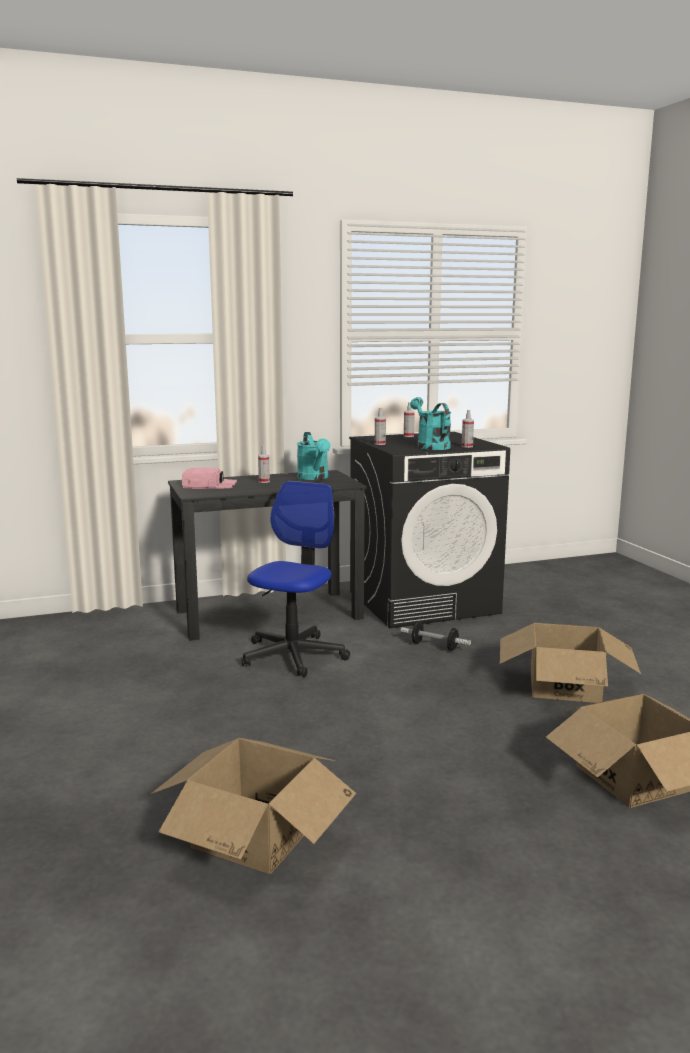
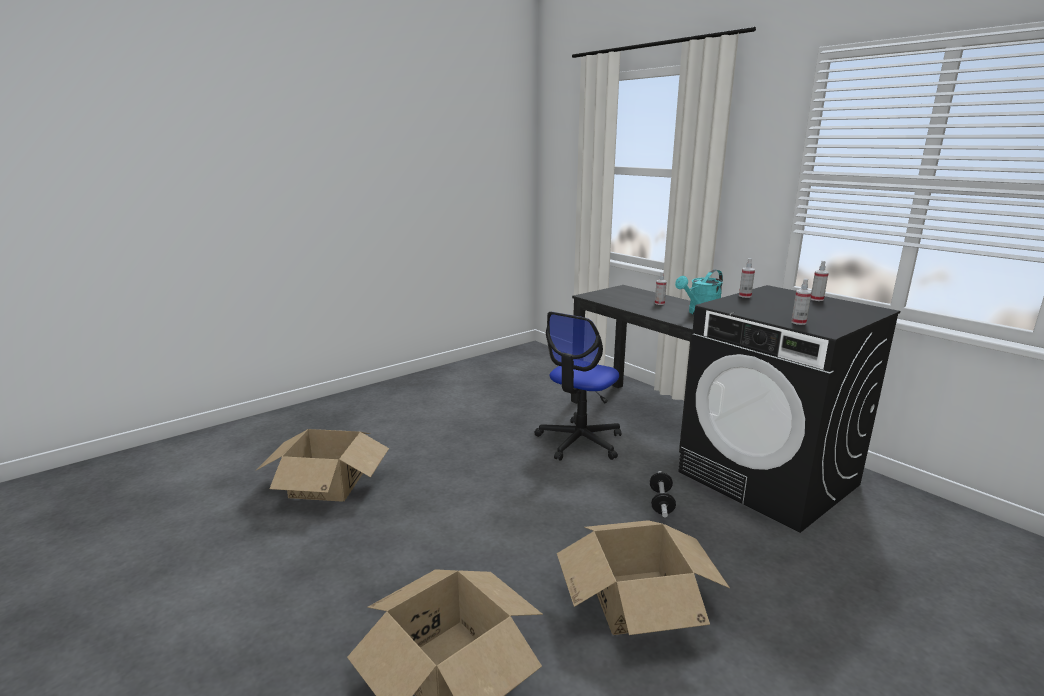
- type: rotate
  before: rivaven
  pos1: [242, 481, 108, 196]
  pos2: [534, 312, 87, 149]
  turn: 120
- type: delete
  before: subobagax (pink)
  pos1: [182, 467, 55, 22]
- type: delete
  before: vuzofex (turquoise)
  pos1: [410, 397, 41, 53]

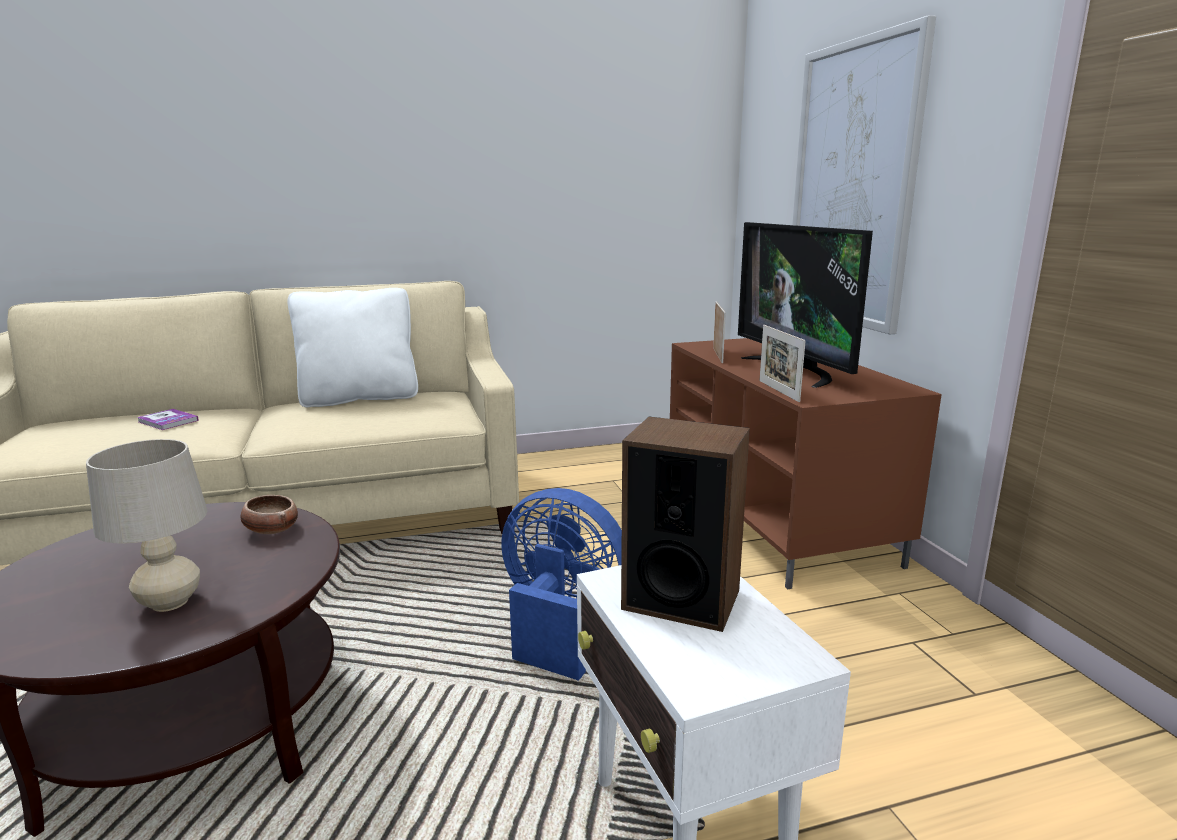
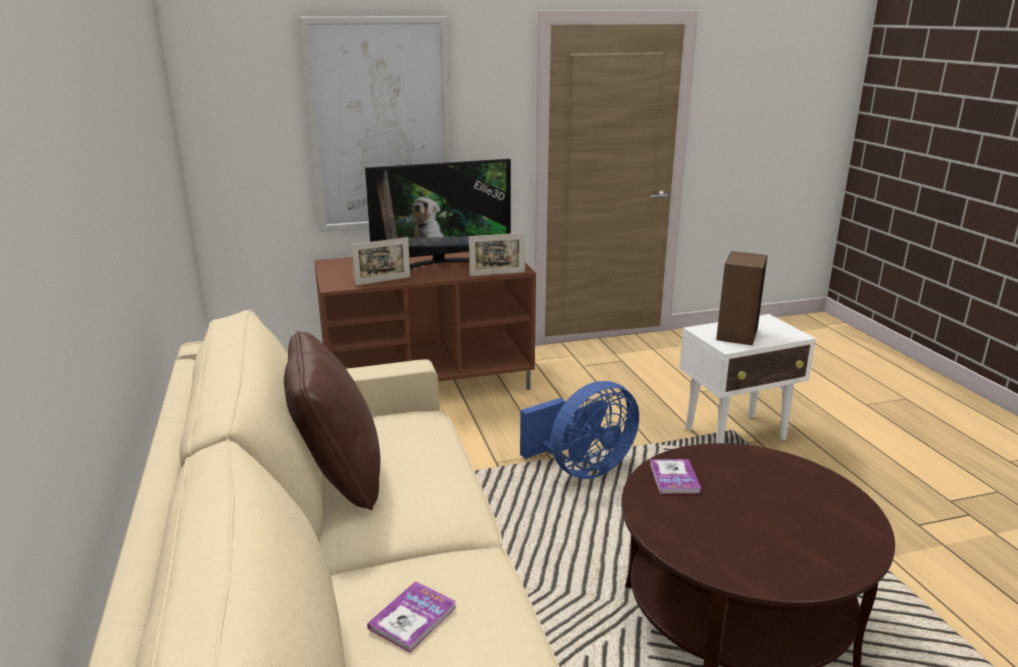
- type: recolor
  before: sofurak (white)
  after: sofurak (brown)
  pos1: [287, 288, 131, 119]
  pos2: [284, 331, 96, 179]
- type: rotate
  before: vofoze
  pos1: [713, 301, 13, 62]
  pos2: [351, 237, 59, 49]
  turn: 150
- type: rotate
  before: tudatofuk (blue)
  pos1: [501, 488, 121, 193]
  pos2: [520, 381, 119, 98]
  turn: -150
- type: replace
  before: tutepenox
  after: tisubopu
  pos1: [240, 495, 58, 39]
  pos2: [650, 459, 52, 35]
- type: delete
  before: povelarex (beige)
  pos1: [86, 439, 121, 173]

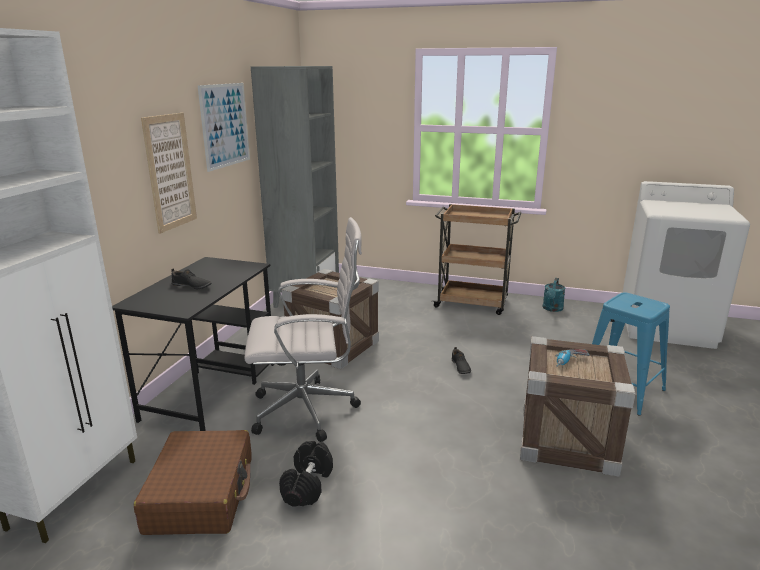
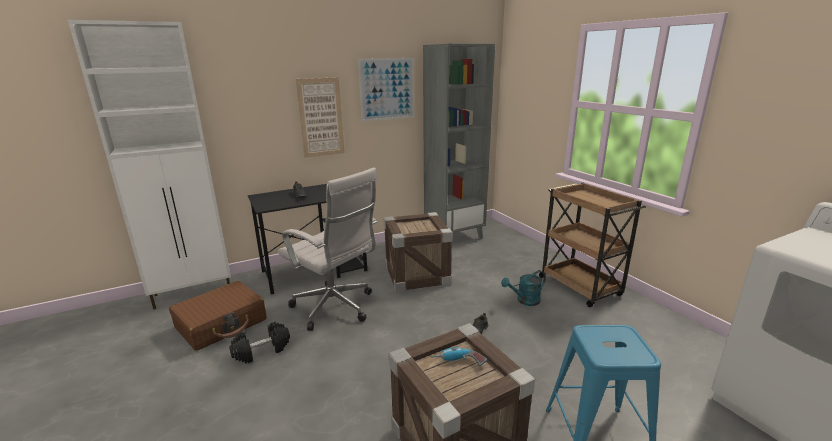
- type: move
  before: vuzofex (turquoise)
  pos1: [542, 278, 23, 34]
  pos2: [501, 271, 45, 35]

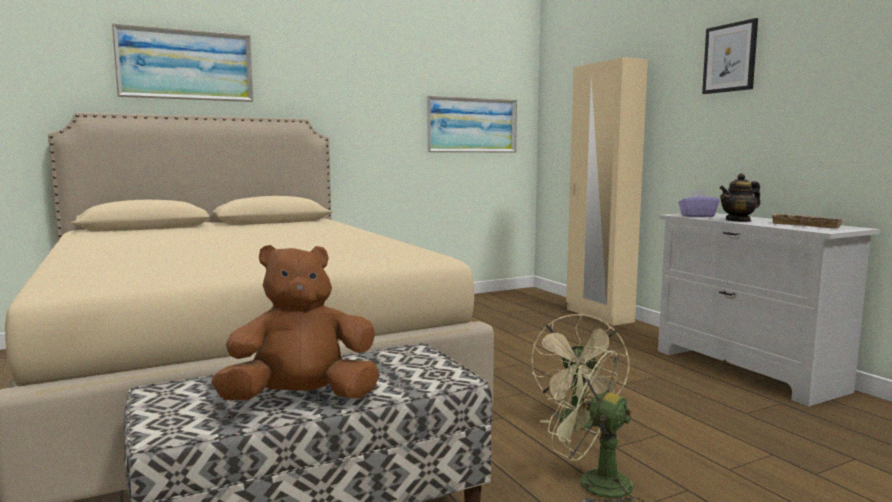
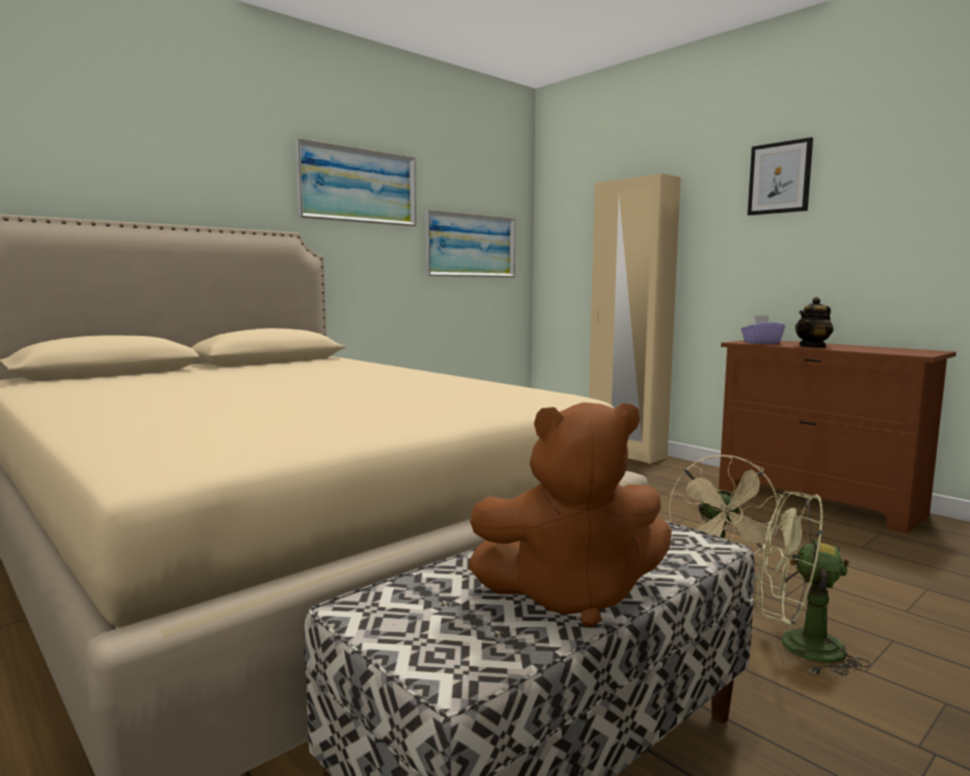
- type: move
  before: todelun
  pos1: [112, 23, 141, 79]
  pos2: [295, 138, 121, 88]
- type: rotate
  before: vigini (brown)
  pos1: [211, 245, 168, 155]
  pos2: [468, 402, 204, 226]
  turn: -150
- type: recolor
  before: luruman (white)
  after: luruman (brown)
  pos1: [658, 213, 222, 193]
  pos2: [719, 340, 237, 194]
- type: delete
  before: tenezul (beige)
  pos1: [770, 213, 75, 15]

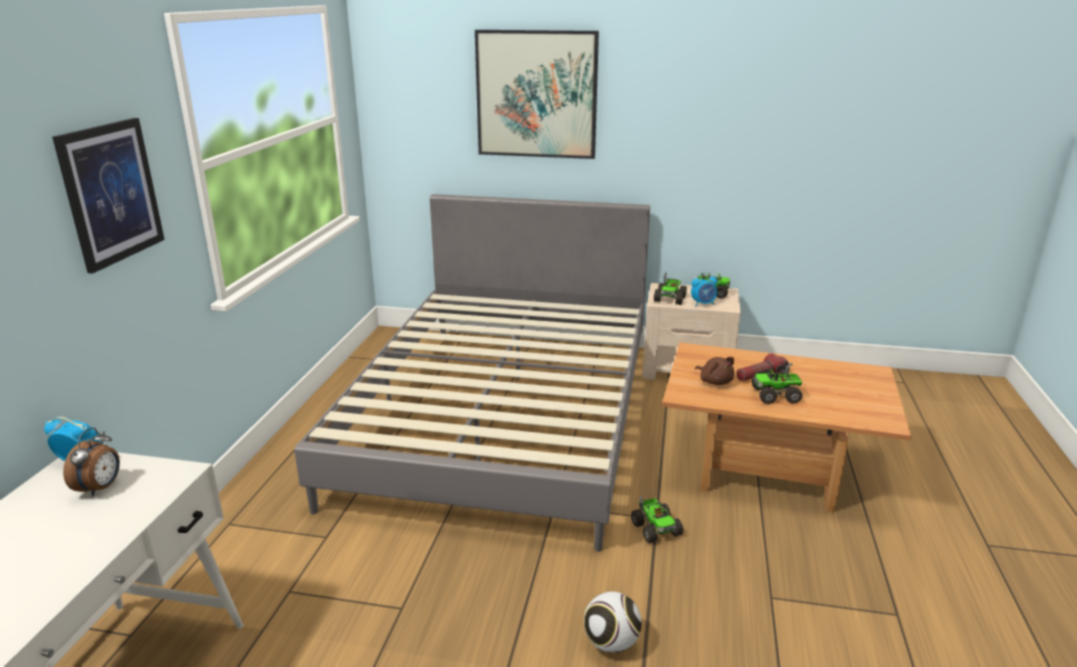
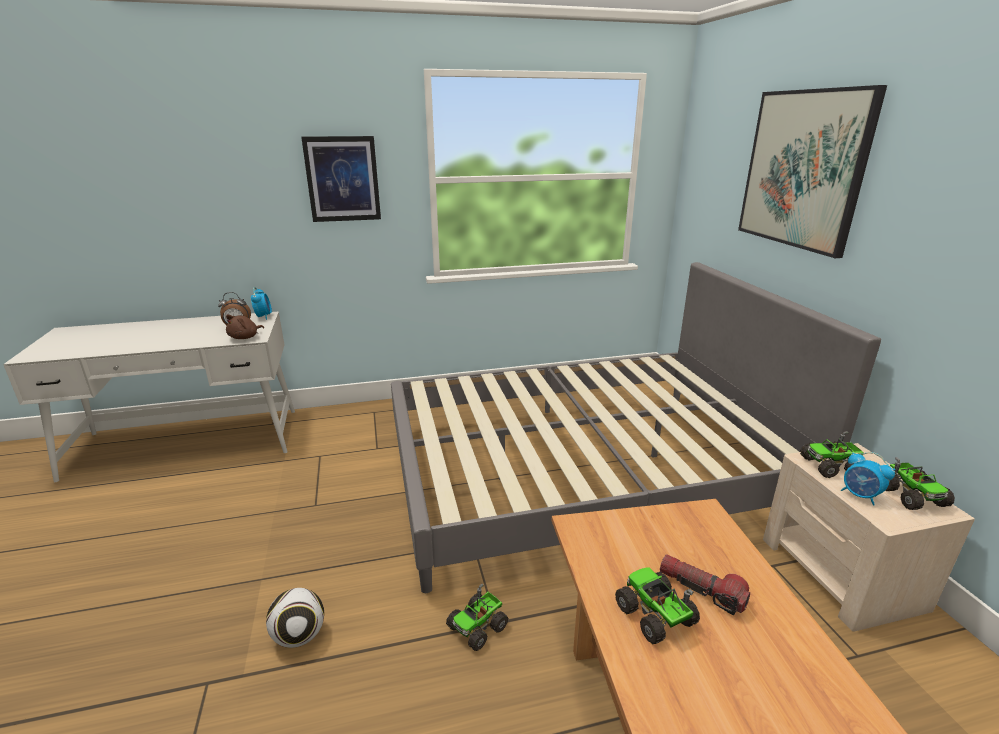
- type: move
  before: vigini (brown)
  pos1: [695, 357, 39, 28]
  pos2: [226, 314, 38, 25]

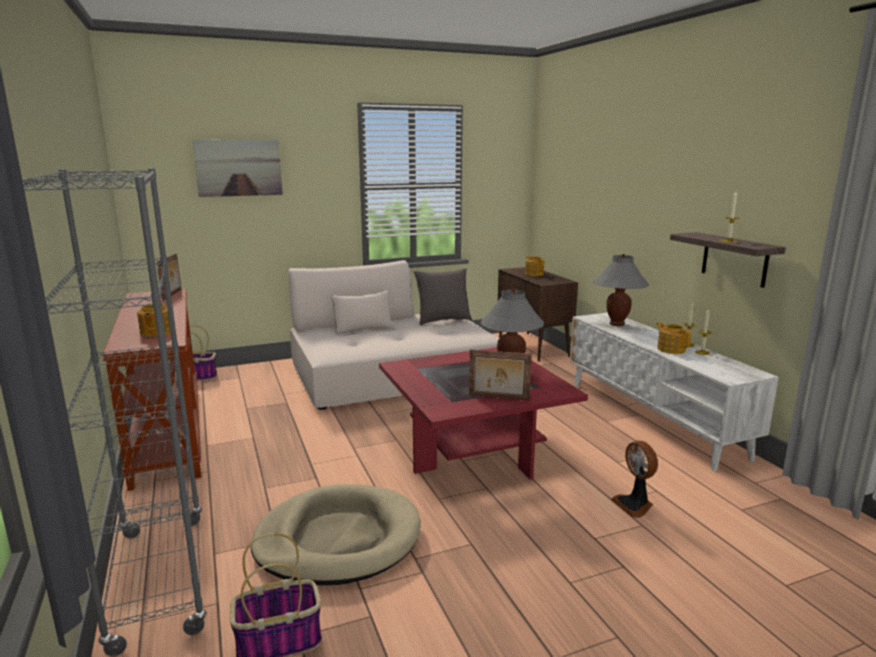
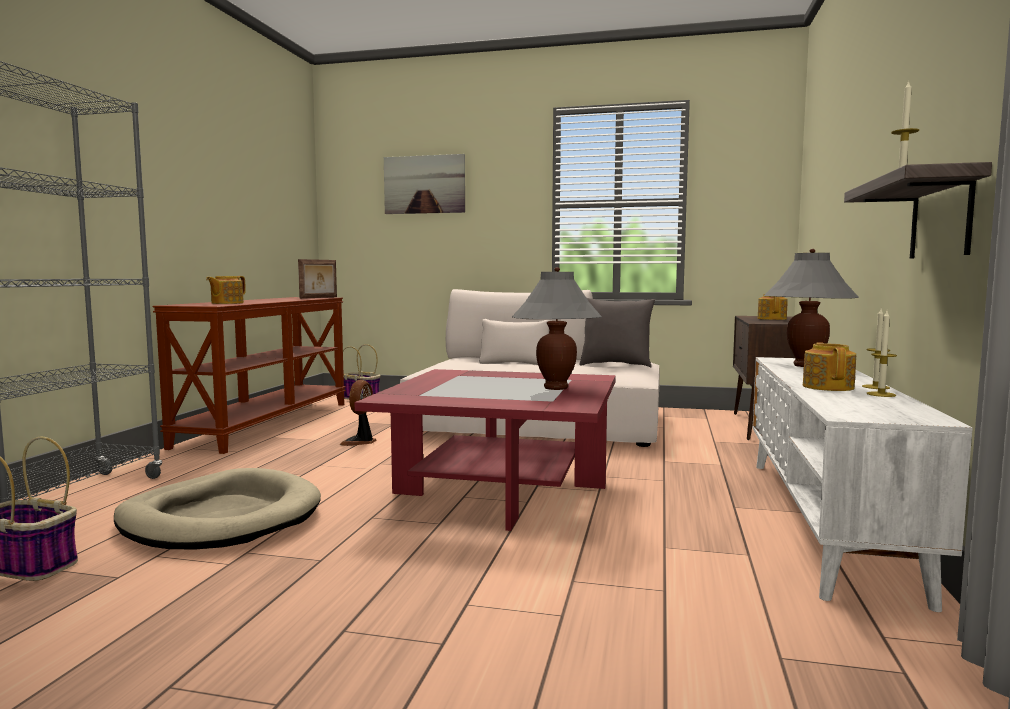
- type: move
  before: tudatofuk
  pos1: [611, 440, 47, 78]
  pos2: [340, 380, 37, 66]
- type: delete
  before: vofoze
  pos1: [469, 349, 63, 51]

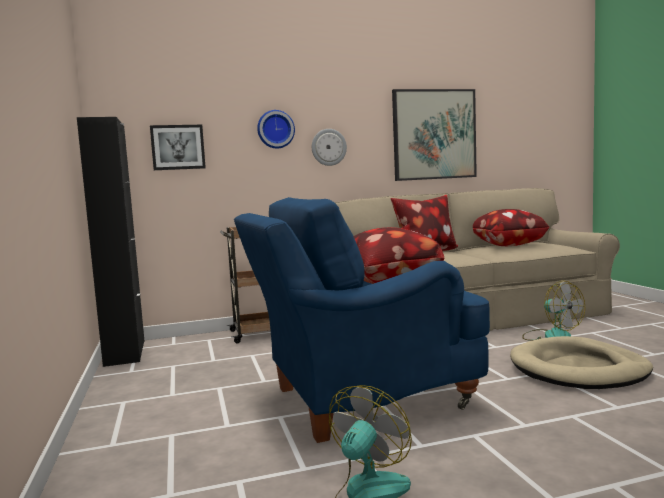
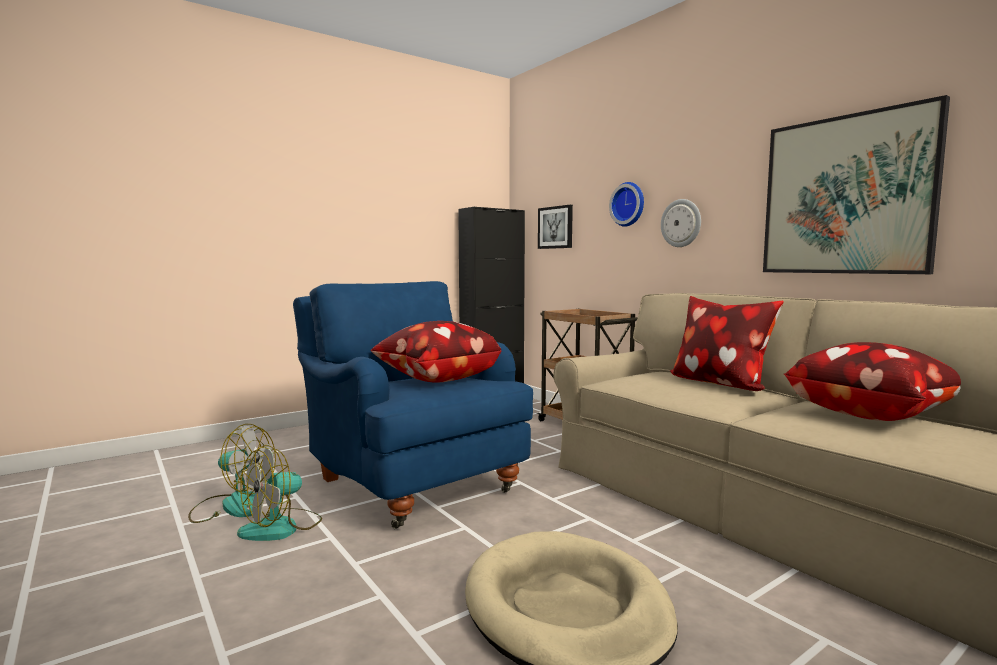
- type: move
  before: tudatofuk
  pos1: [522, 281, 63, 59]
  pos2: [237, 445, 85, 96]

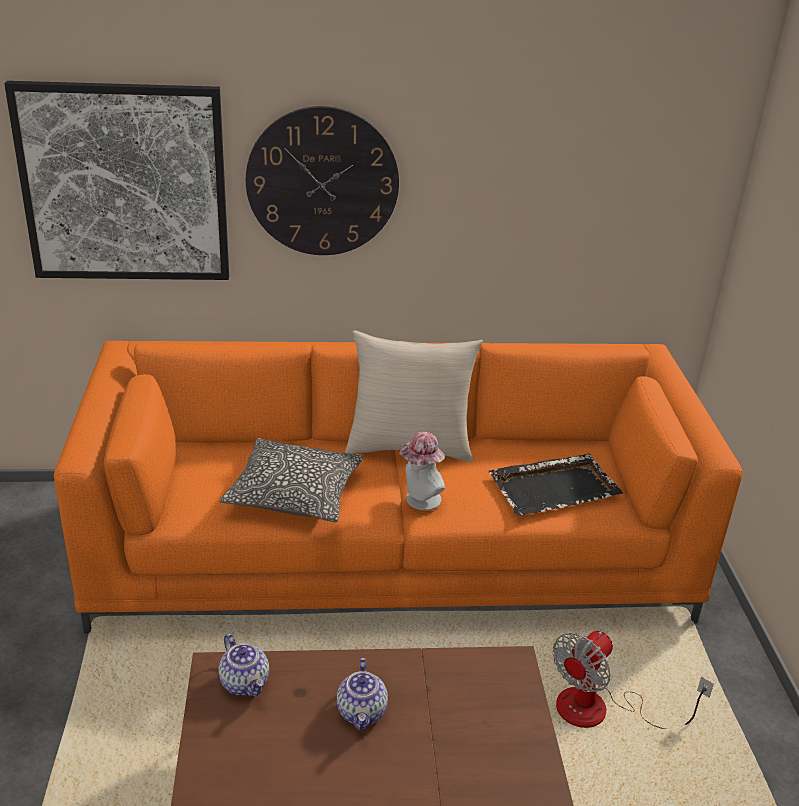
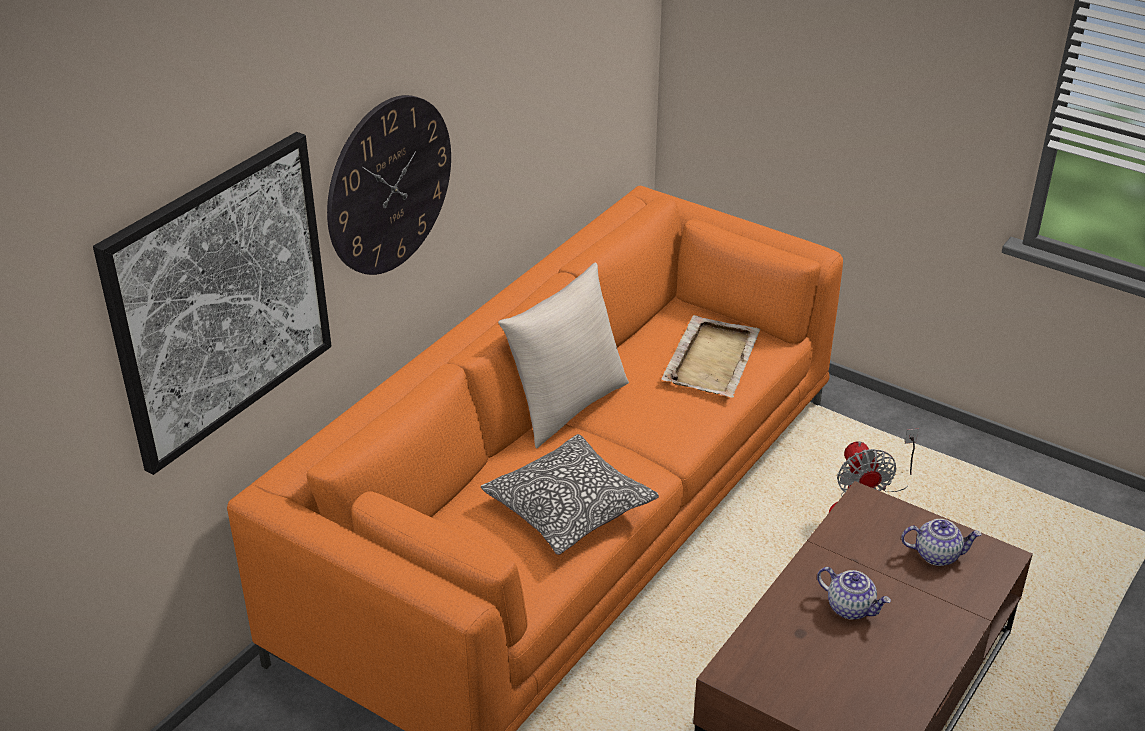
- type: recolor
  before: tenezul (black)
  after: tenezul (beige)
  pos1: [488, 454, 135, 62]
  pos2: [662, 315, 98, 83]
- type: move
  before: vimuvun
  pos1: [219, 634, 50, 63]
  pos2: [901, 519, 81, 47]
- type: delete
  before: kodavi
  pos1: [399, 432, 46, 78]

